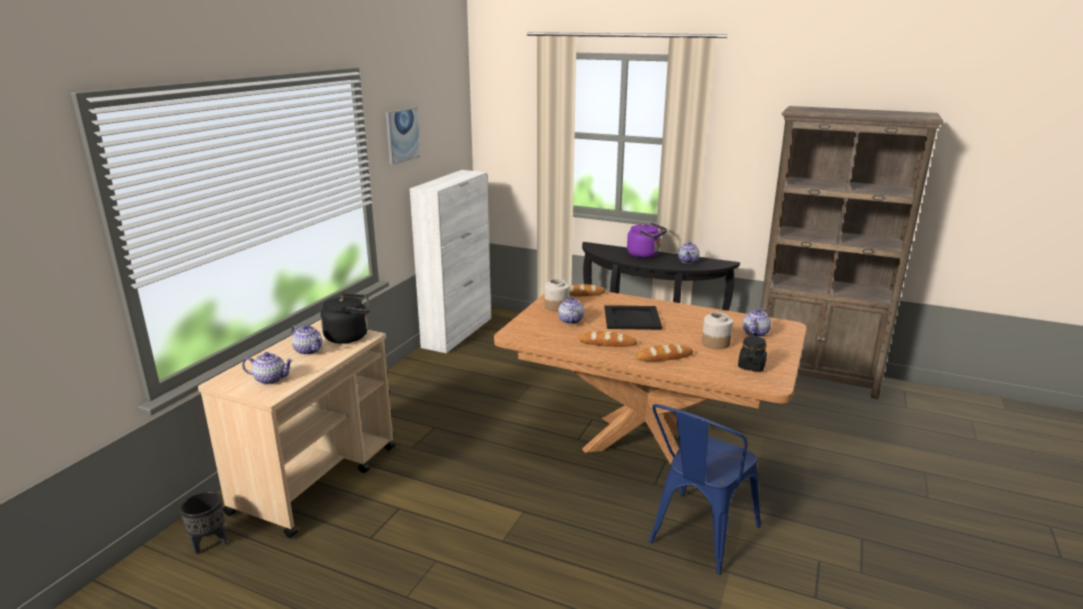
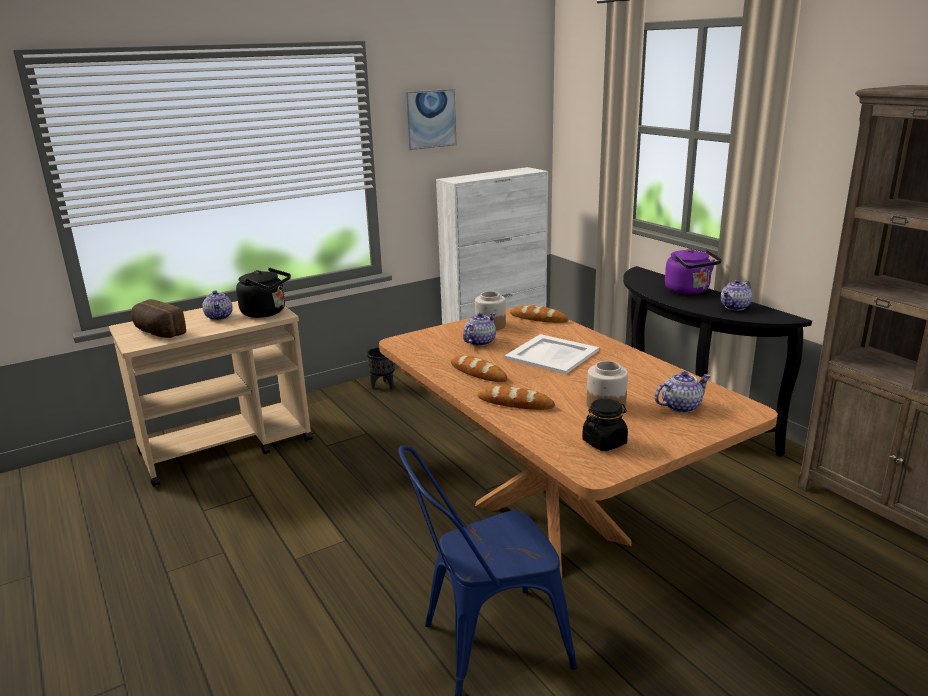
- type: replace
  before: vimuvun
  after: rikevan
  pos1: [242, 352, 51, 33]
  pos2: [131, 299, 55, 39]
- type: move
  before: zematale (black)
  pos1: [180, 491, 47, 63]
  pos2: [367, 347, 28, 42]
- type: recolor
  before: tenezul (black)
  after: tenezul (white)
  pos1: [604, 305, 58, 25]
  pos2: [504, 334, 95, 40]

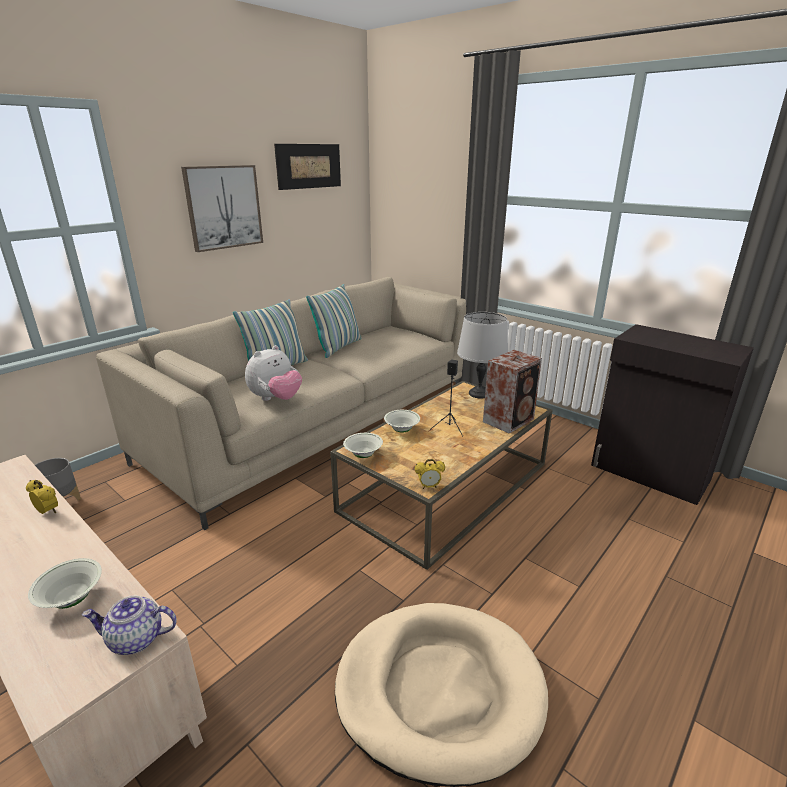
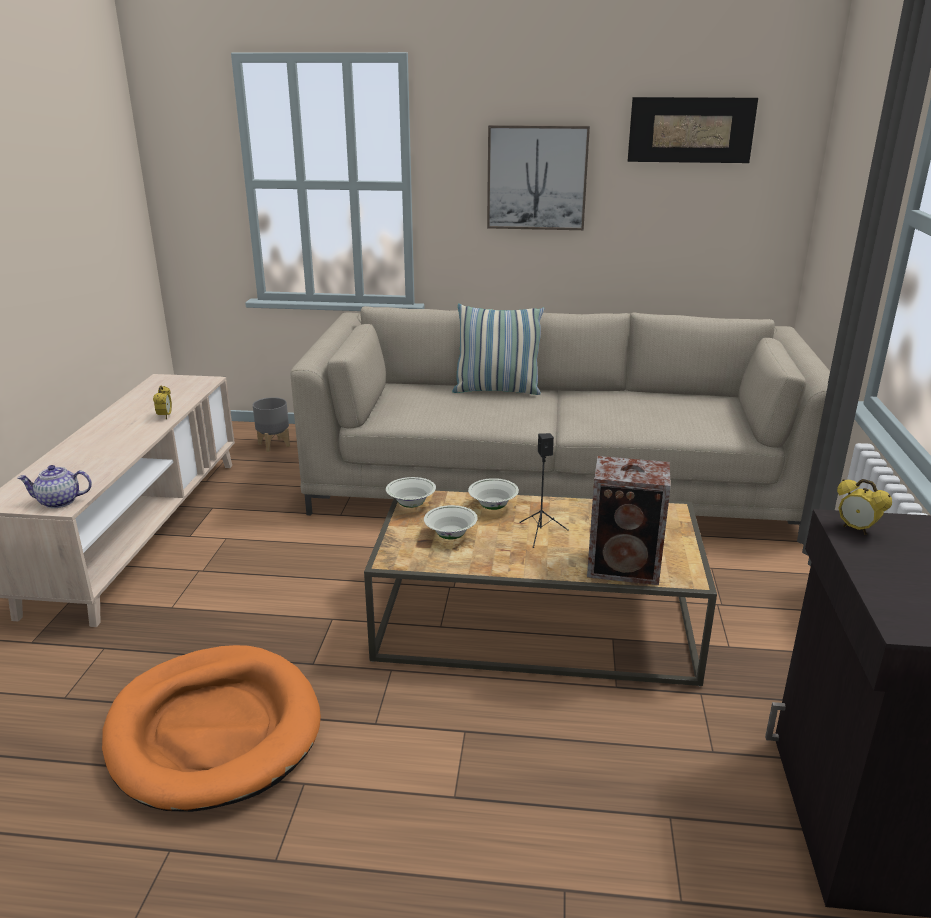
- type: rotate
  before: vimuvun
  pos1: [82, 596, 95, 59]
  pos2: [17, 465, 75, 43]
  turn: -60
- type: recolor
  before: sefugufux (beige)
  after: sefugufux (orange)
  pos1: [335, 603, 213, 184]
  pos2: [102, 645, 219, 167]
- type: move
  before: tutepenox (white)
  pos1: [28, 558, 74, 51]
  pos2: [424, 505, 54, 35]
- type: move
  before: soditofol
  pos1: [414, 459, 31, 30]
  pos2: [837, 479, 55, 56]
- type: delete
  before: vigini
  pos1: [245, 345, 57, 56]
- type: delete
  before: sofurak
  pos1: [306, 284, 55, 74]
- type: delete
  before: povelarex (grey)
  pos1: [457, 312, 51, 86]

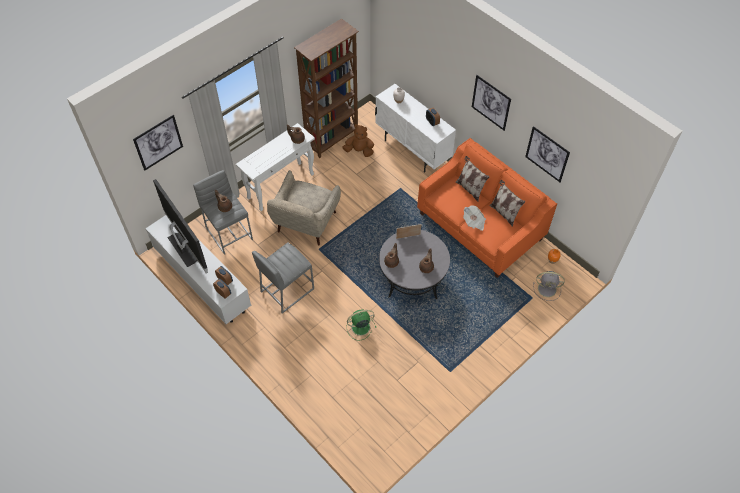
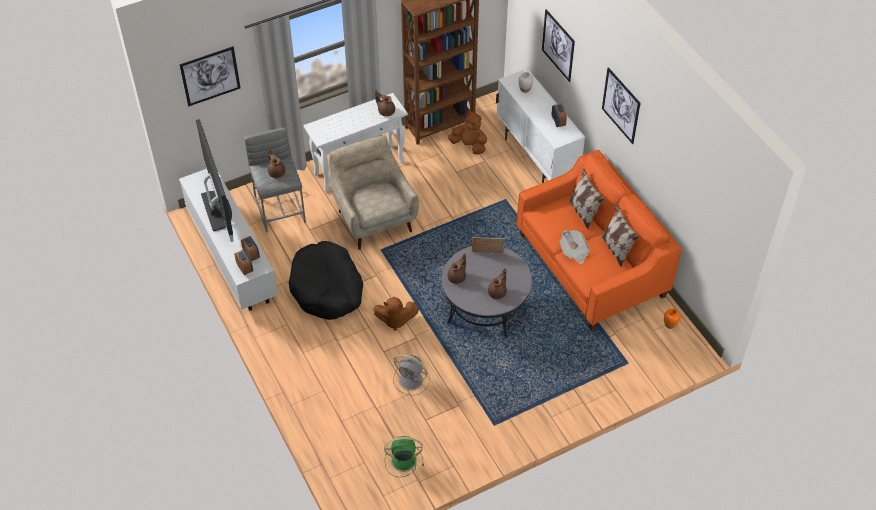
- type: replace
  before: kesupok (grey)
  after: sefugufux (black)
  pos1: [252, 242, 62, 72]
  pos2: [289, 241, 74, 79]
- type: rotate
  before: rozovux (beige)
  pos1: [267, 170, 74, 75]
  pos2: [328, 135, 91, 115]
  turn: 120
- type: insert
  after: vigini (brown)
  pos2: [373, 297, 46, 34]
- type: move
  before: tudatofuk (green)
  pos1: [346, 309, 30, 31]
  pos2: [384, 436, 40, 41]
- type: move
  before: tudatofuk (grey)
  pos1: [533, 271, 32, 30]
  pos2: [393, 354, 37, 42]
- type: move
  before: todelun
  pos1: [525, 126, 45, 56]
  pos2: [542, 9, 33, 73]

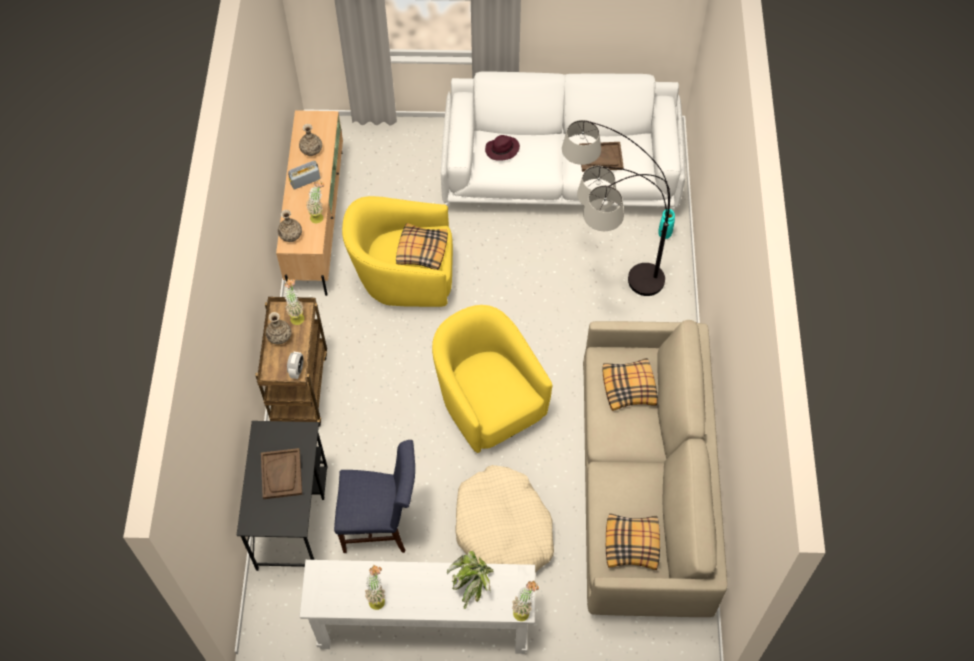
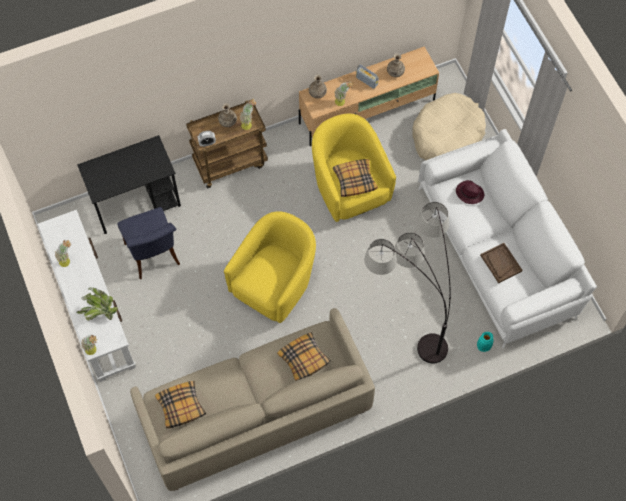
- type: move
  before: sefugufux (beige)
  pos1: [455, 465, 99, 108]
  pos2: [412, 93, 74, 67]
- type: delete
  before: tenezul (brown)
  pos1: [261, 448, 41, 51]

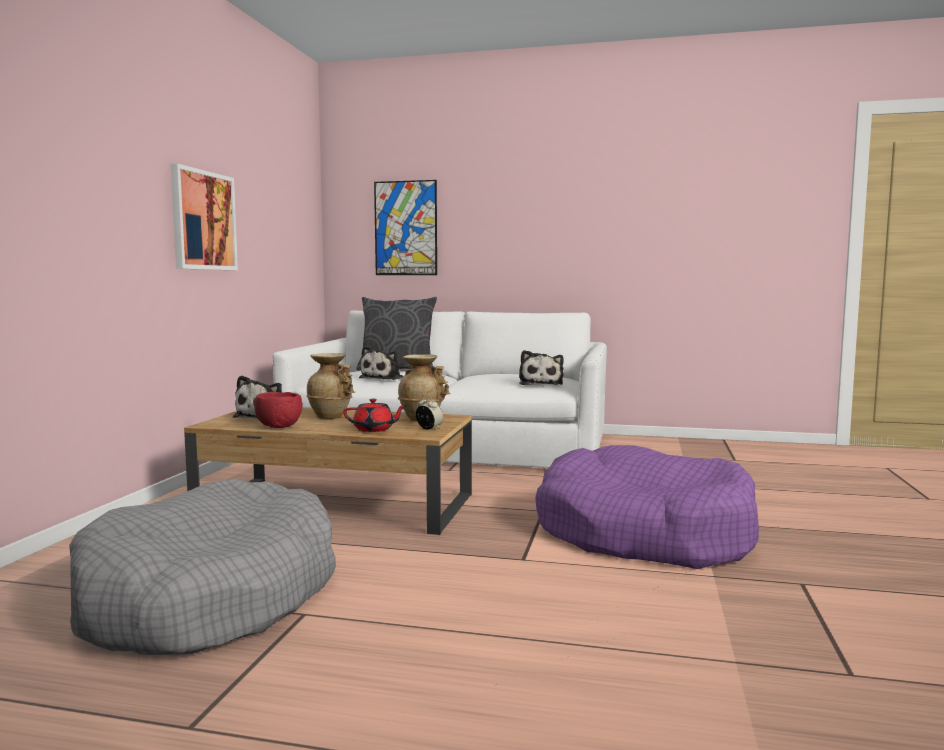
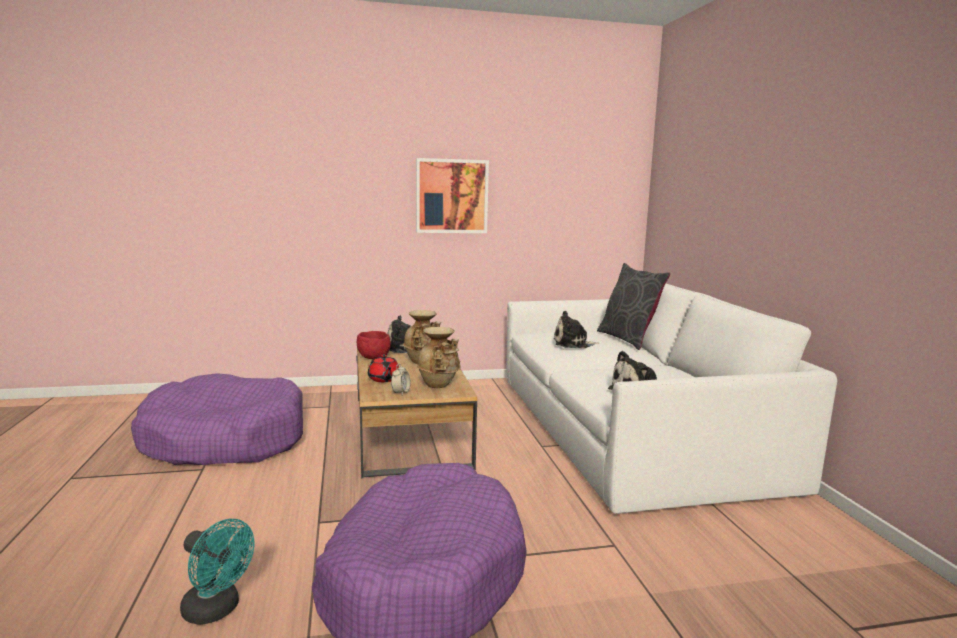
- type: recolor
  before: sefugufux (grey)
  after: sefugufux (purple)
  pos1: [69, 478, 267, 177]
  pos2: [131, 373, 172, 92]
- type: insert
  after: tudatofuk (turquoise)
  pos2: [180, 519, 74, 106]
- type: delete
  before: todelun
  pos1: [374, 180, 63, 95]

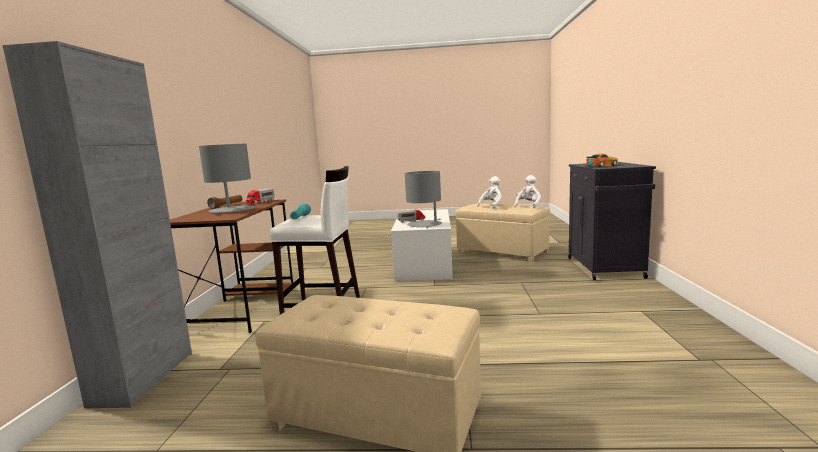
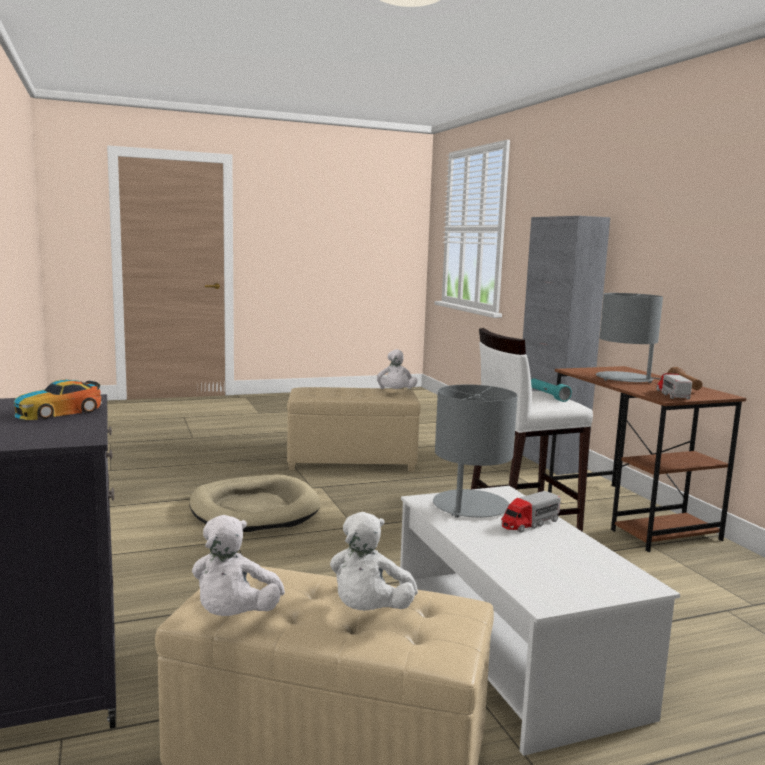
- type: insert
  after: sefugufux (beige)
  pos2: [189, 474, 132, 58]
- type: insert
  after: vigini (white)
  pos2: [377, 349, 41, 40]

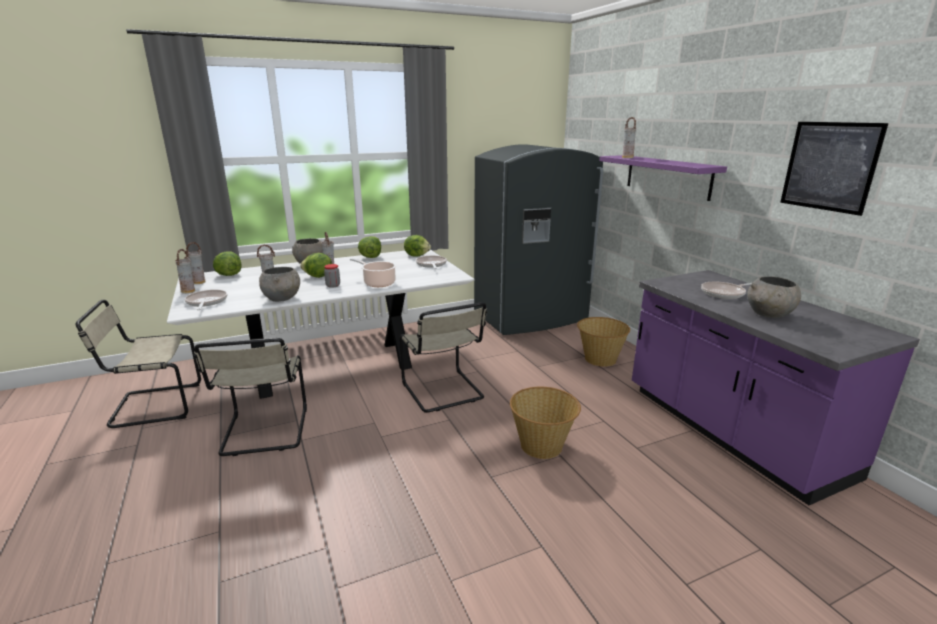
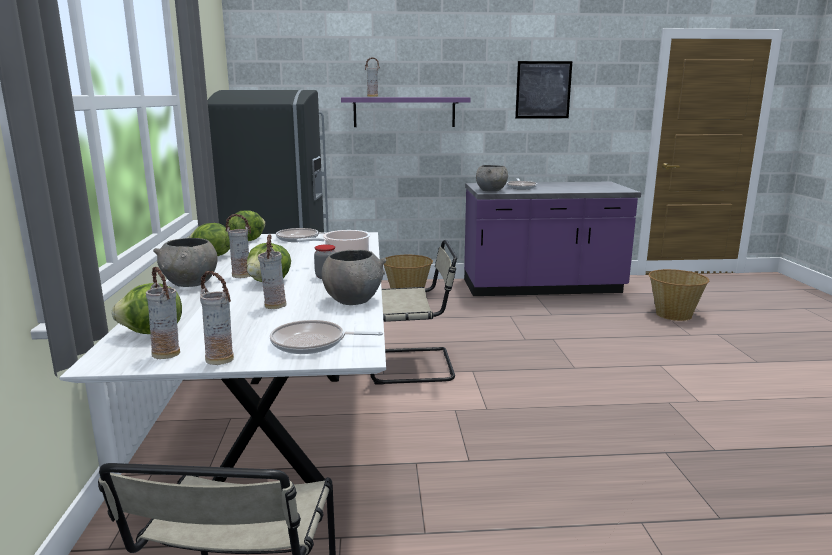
- type: move
  before: tutepenox (grey)
  pos1: [747, 276, 54, 42]
  pos2: [476, 165, 32, 27]
- type: move
  before: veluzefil
  pos1: [510, 387, 71, 72]
  pos2: [648, 269, 61, 52]
- type: delete
  before: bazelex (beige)
  pos1: [194, 338, 113, 118]

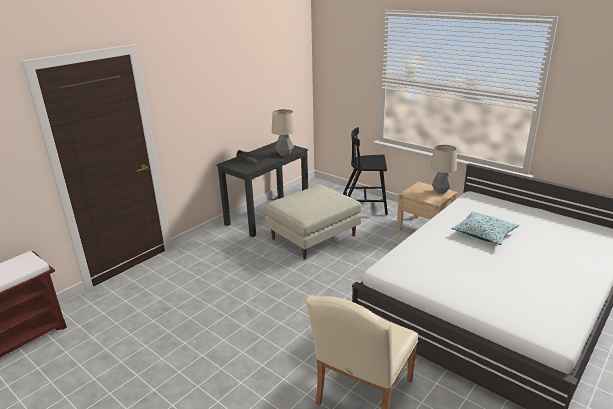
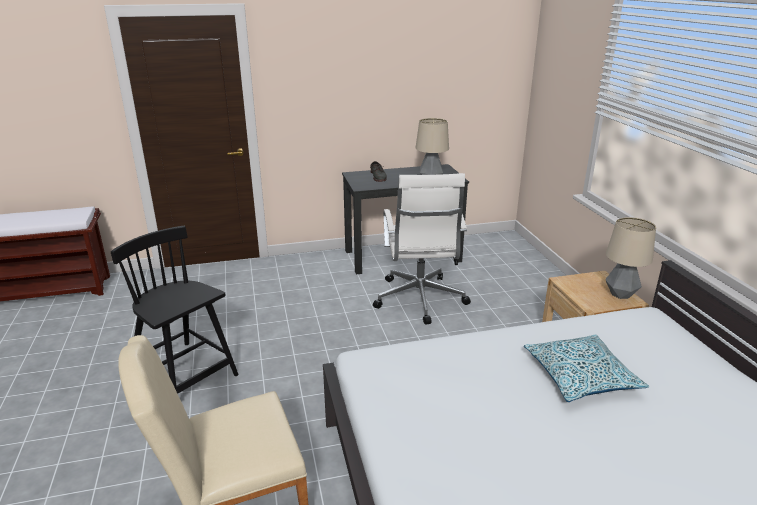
- type: move
  before: bazelex (black)
  pos1: [343, 127, 45, 88]
  pos2: [111, 226, 128, 168]
- type: replace
  before: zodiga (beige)
  after: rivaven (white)
  pos1: [265, 185, 96, 75]
  pos2: [373, 173, 98, 152]

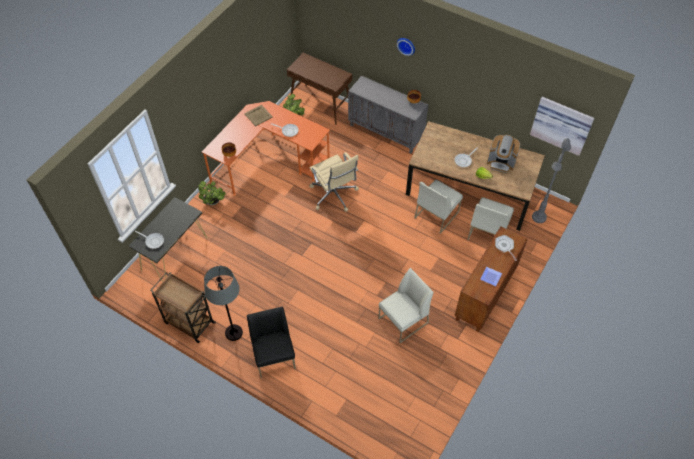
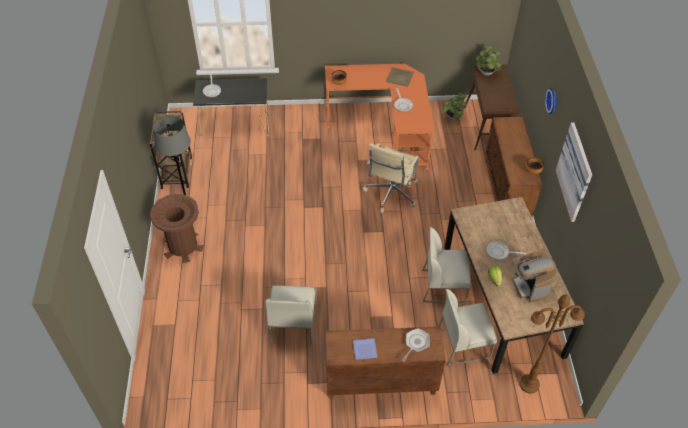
- type: replace
  before: bazelex (black)
  after: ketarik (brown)
  pos1: [247, 306, 49, 72]
  pos2: [150, 194, 54, 69]
- type: rotate
  before: bazelex (white)
  pos1: [378, 268, 56, 75]
  pos2: [265, 285, 51, 61]
  turn: 75
- type: move
  before: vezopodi
  pos1: [198, 181, 28, 24]
  pos2: [476, 45, 26, 31]
- type: recolor
  before: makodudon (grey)
  after: makodudon (brown)
  pos1: [348, 76, 80, 78]
  pos2: [485, 117, 57, 100]
- type: recolor
  before: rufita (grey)
  after: rufita (brown)
  pos1: [532, 138, 39, 85]
  pos2: [519, 294, 66, 100]
- type: move
  before: todelun
  pos1: [530, 97, 64, 59]
  pos2: [555, 122, 37, 100]

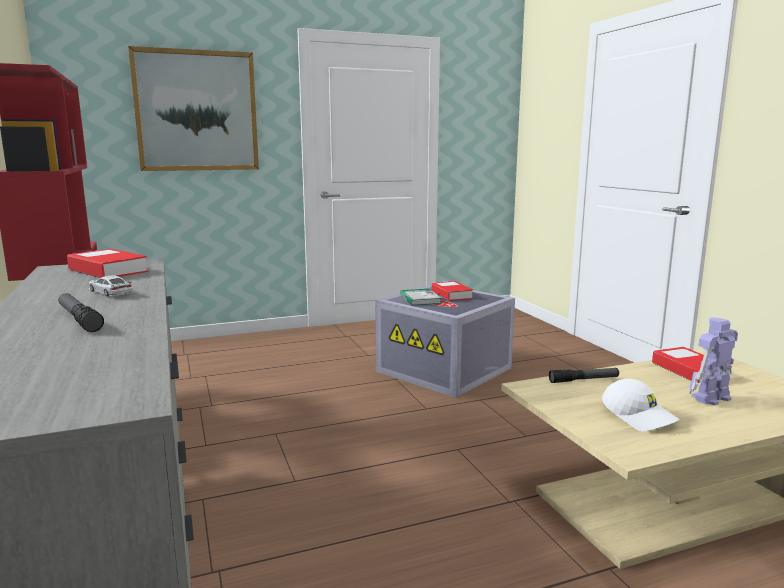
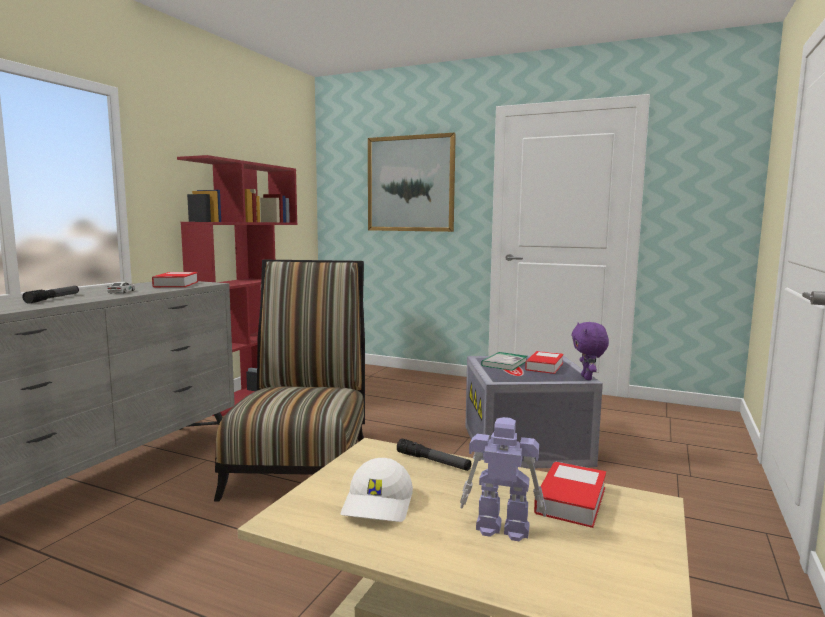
- type: insert
  after: bazelex
  pos2: [214, 260, 151, 241]
- type: insert
  after: vigini (purple)
  pos2: [571, 322, 38, 58]

